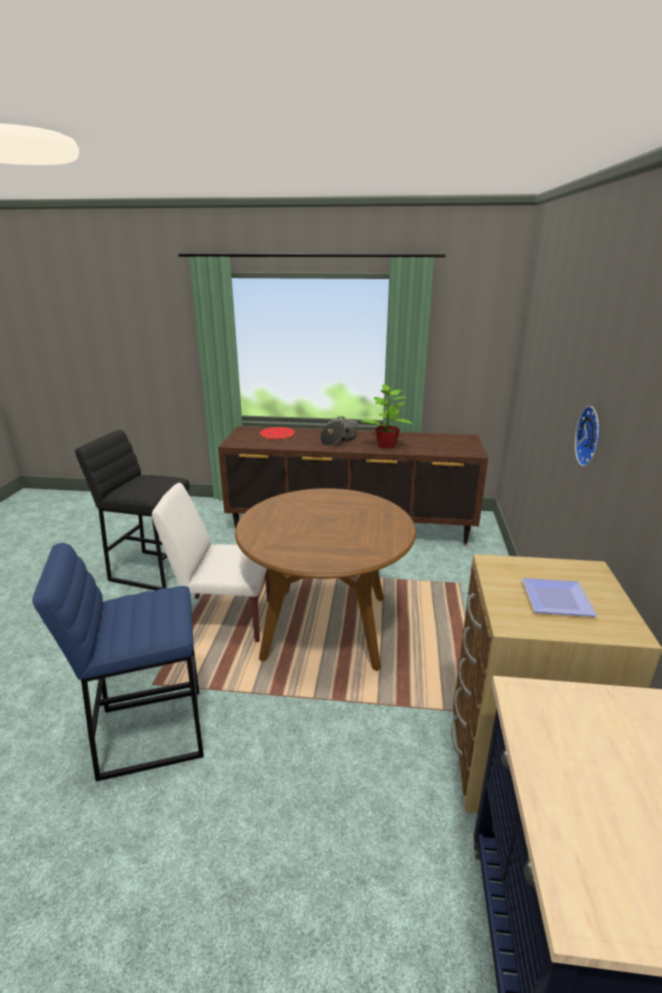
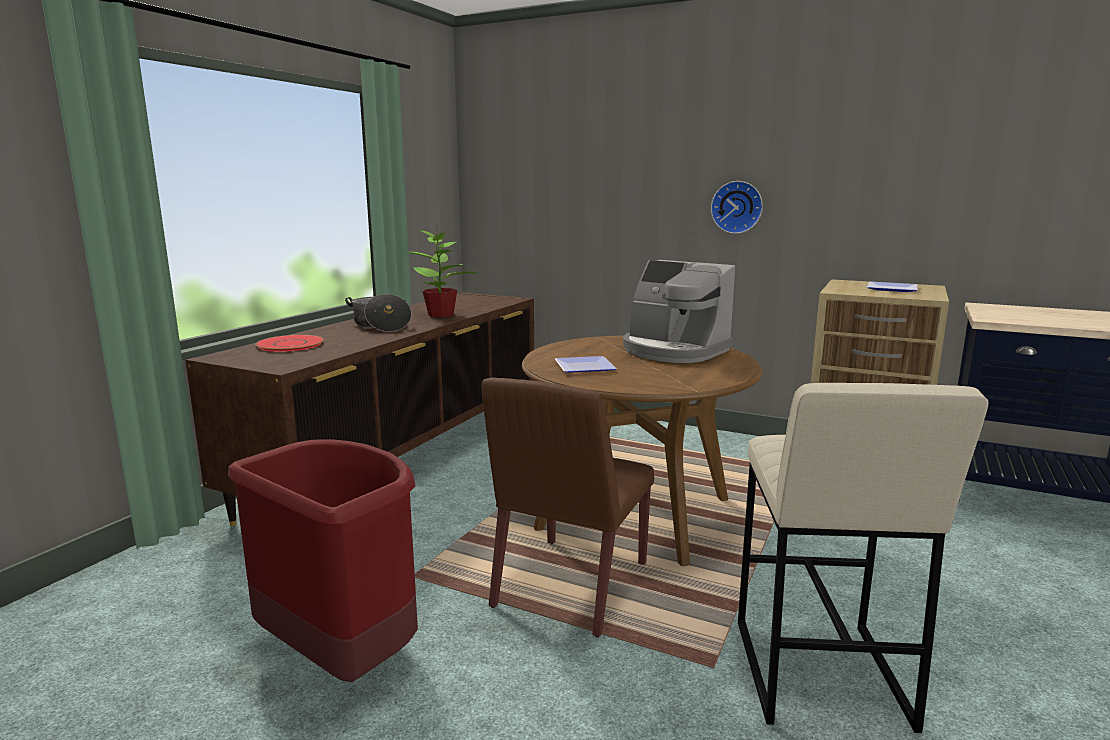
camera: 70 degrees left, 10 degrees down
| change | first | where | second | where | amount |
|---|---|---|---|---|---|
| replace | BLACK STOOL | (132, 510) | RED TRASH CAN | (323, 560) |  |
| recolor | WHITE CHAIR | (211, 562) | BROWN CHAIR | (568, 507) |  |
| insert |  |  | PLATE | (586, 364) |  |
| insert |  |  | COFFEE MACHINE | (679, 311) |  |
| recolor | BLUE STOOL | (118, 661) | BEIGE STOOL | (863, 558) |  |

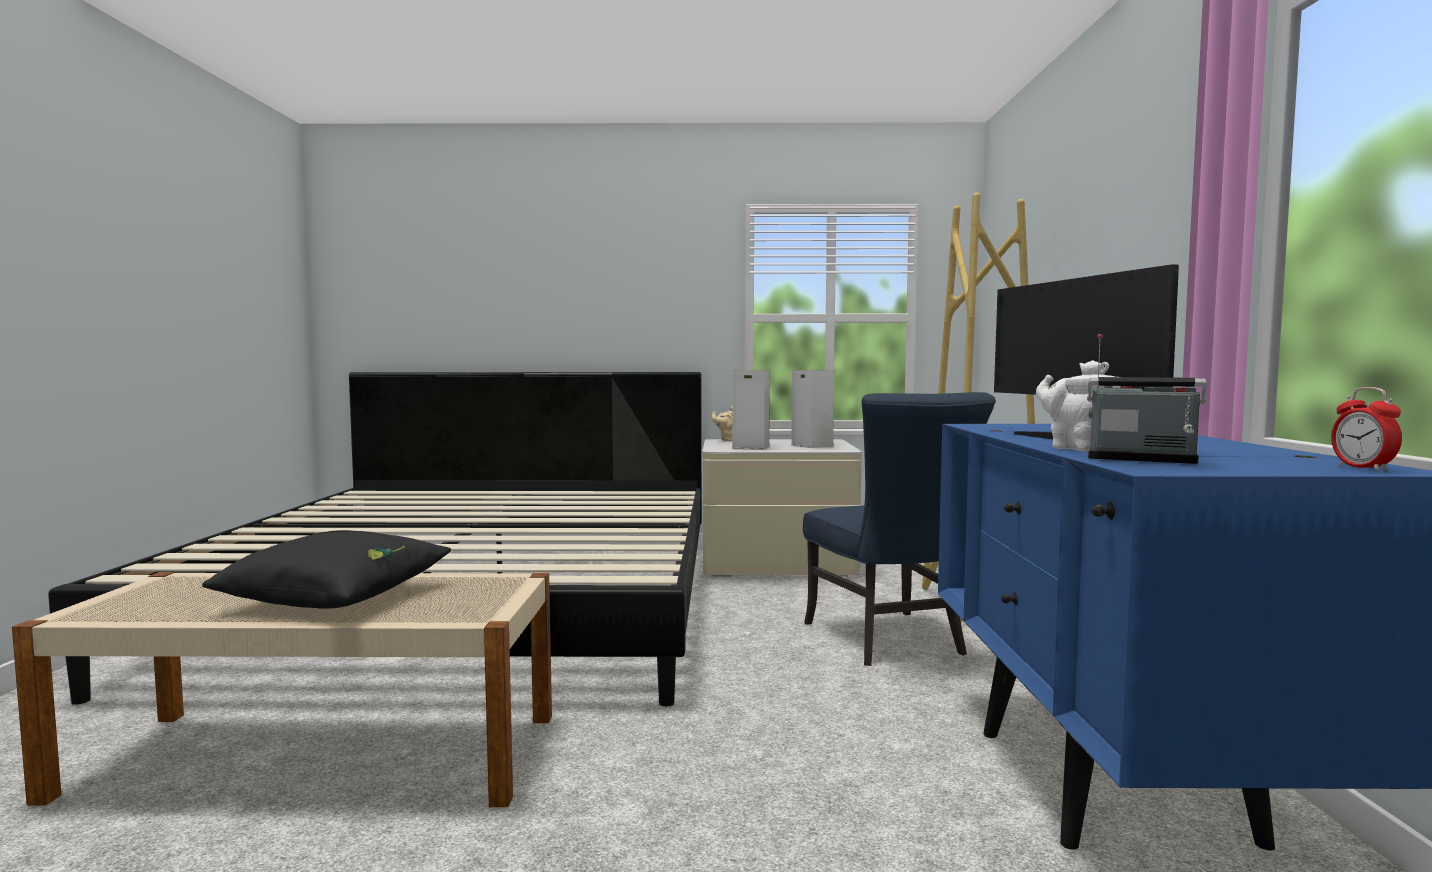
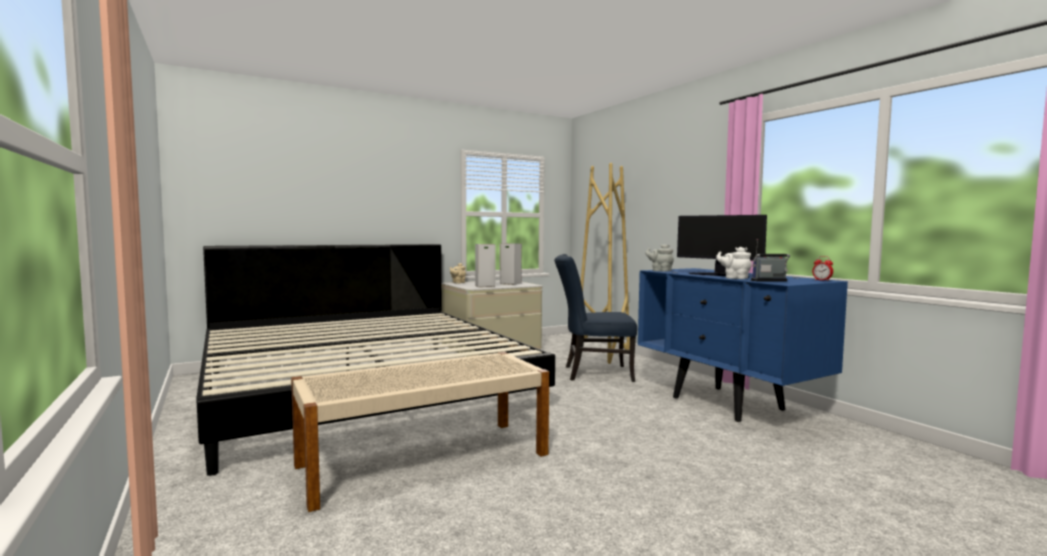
camera: 30 degrees left, 0 degrees up
| change | first | where | second | where | amount |
|---|---|---|---|---|---|
| rotate | BLUE CHAIR | (899, 529) |  | (595, 318) | 135 degrees clockwise |
| insert |  |  | GREY TEAPOT | (659, 258) |  |
| delete | BLACK PILLOW | (326, 569) |  |  |  |

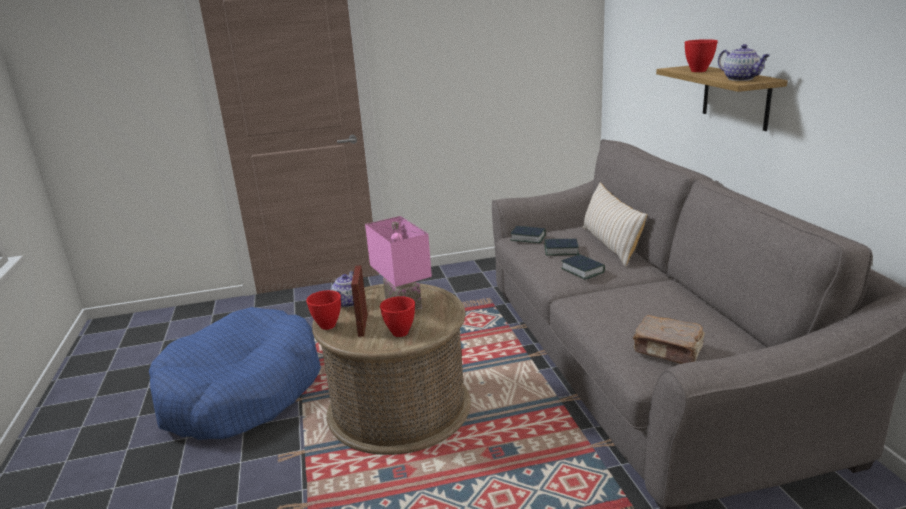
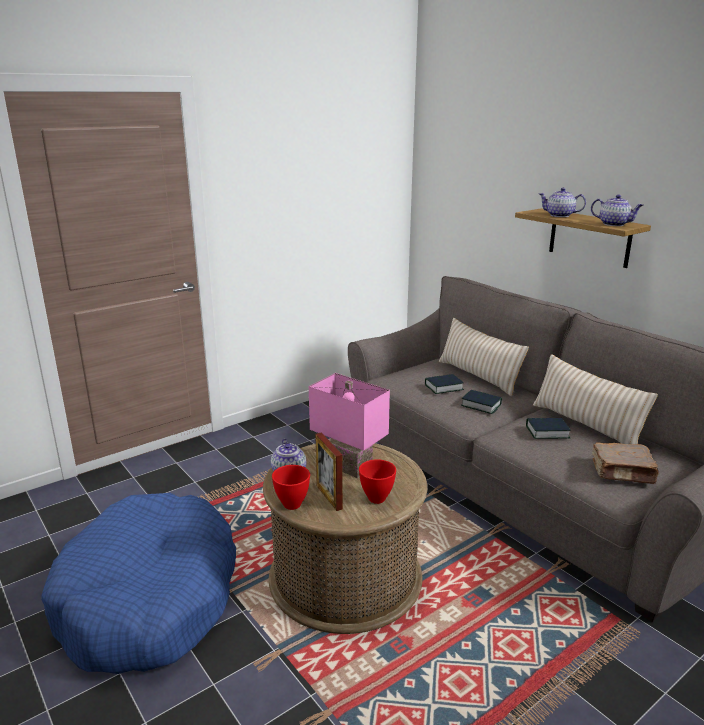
camera: 25 degrees left, 0 degrees up
| change | first | where | second | where | amount |
|---|---|---|---|---|---|
| move | BOOK | (528, 234) |  | (548, 428) |  |
| insert |  |  | BEIGE PILLOW | (595, 399) |  |
| replace | RED BOWL | (701, 55) | TEAPOT | (562, 202) |  |

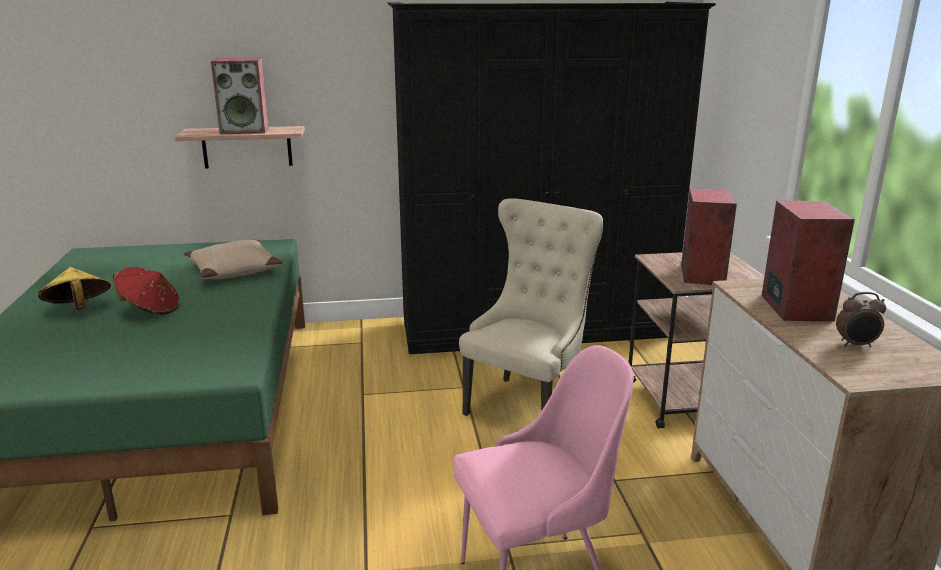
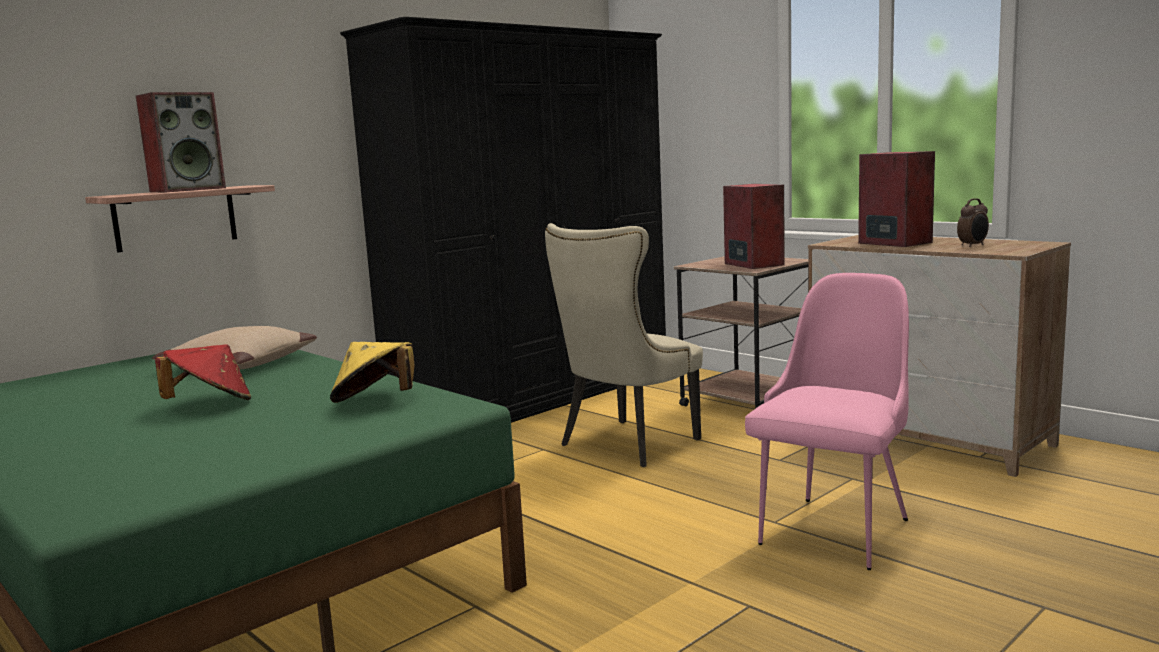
camera: 35 degrees left, 10 degrees down
| change | first | where | second | where | amount |
|---|---|---|---|---|---|
| move | YELLOW HAT | (74, 288) |  | (372, 372) |  |
| rotate | BEIGE CHAIR | (531, 307) |  | (624, 345) | 135 degrees counterclockwise |

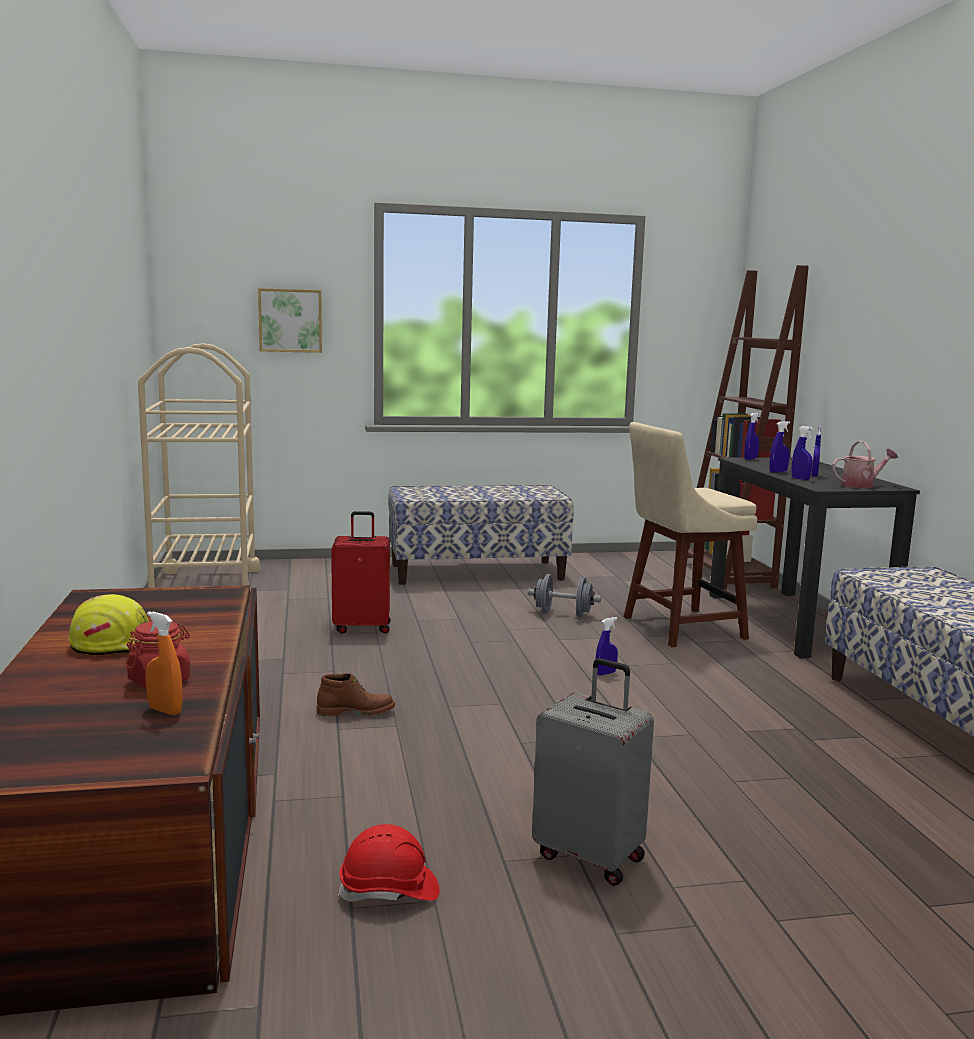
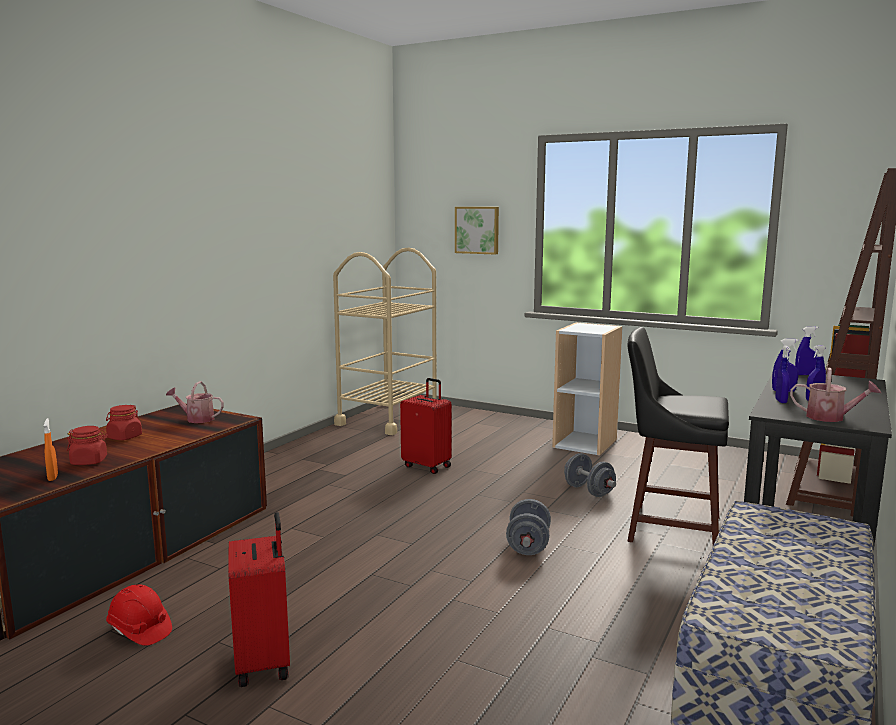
camera: 40 degrees right, 0 degrees up
| change | first | where | second | where | amount |
|---|---|---|---|---|---|
| replace | YELLOW HARD HAT | (108, 624) | RED JAR | (124, 422) |  |
| insert |  |  | WATERING CAN | (195, 402) |  |
| recolor | GREY SUITCASE | (593, 772) | RED SUITCASE | (259, 599) |  |
| replace | BLUE SPRAY BOTTLE | (606, 646) | GREY DUMBBELL | (528, 527) |  |
| replace | BENCH | (481, 535) | BOOKCASE | (587, 389) |  |
| recolor | BEIGE CHAIR | (690, 534) | BLACK CHAIR | (678, 436) |  |
| delete | BROWN BOOT | (356, 694) |  |  |  |

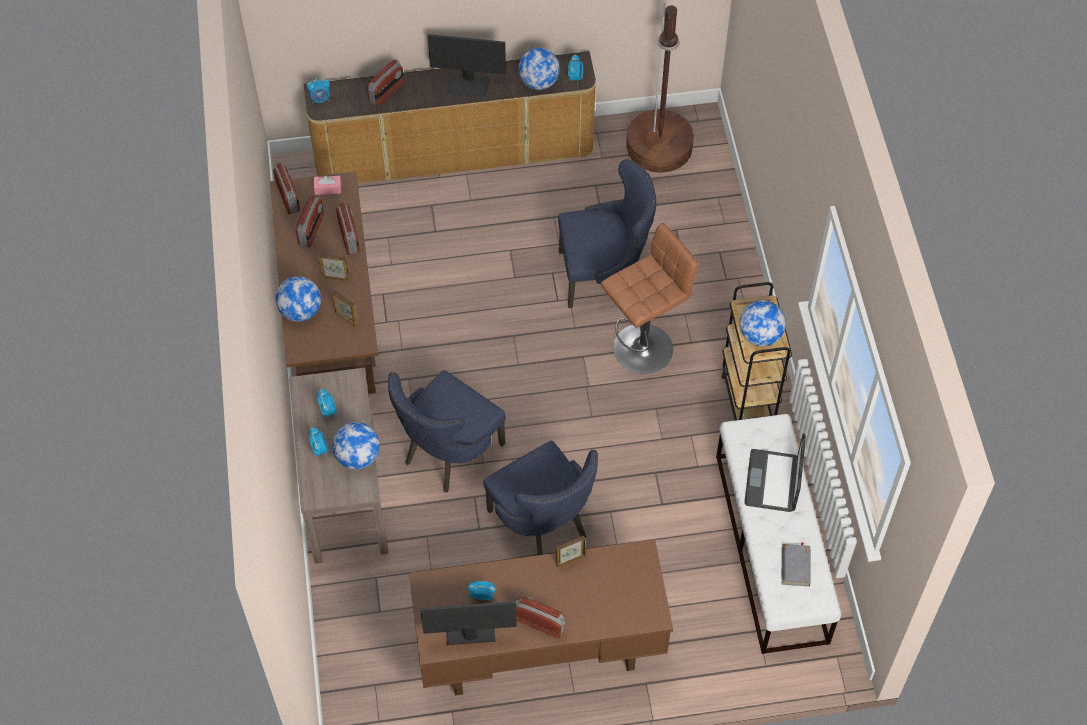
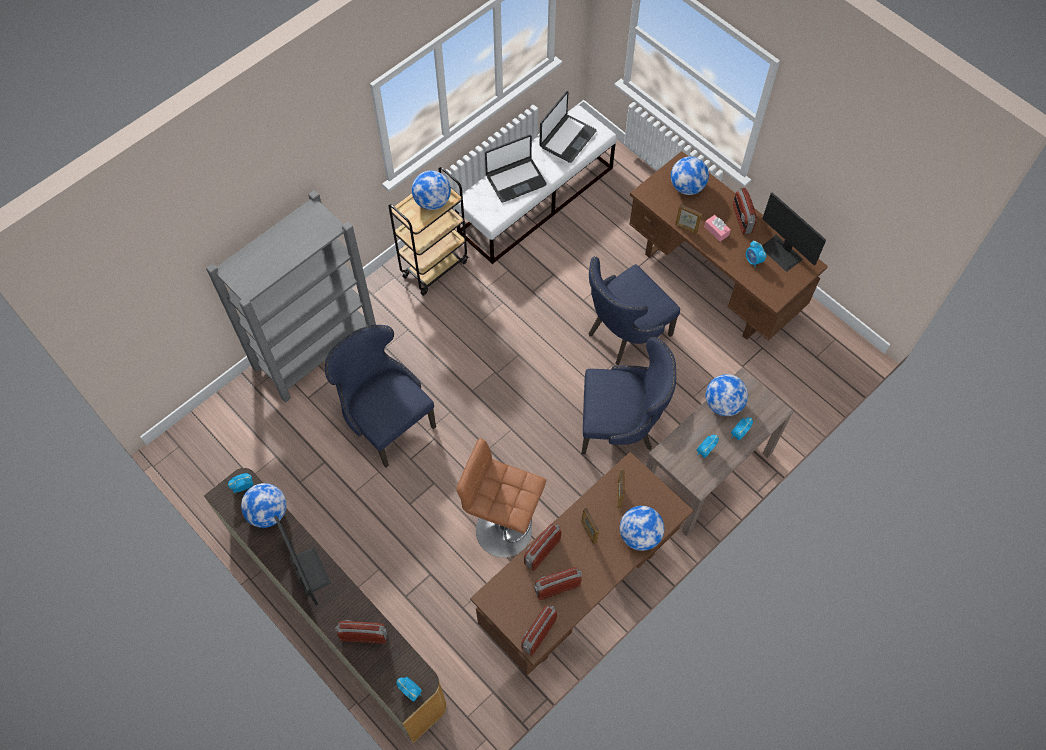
camera: 125 degrees left, 5 degrees up
| change | first | where | second | where | amount |
|---|---|---|---|---|---|
| insert |  |  | GREY BOOKCASE | (291, 296) |  |
| move | BROWN STOOL | (650, 298) |  | (501, 497) |  |
| replace | GREY BOOK | (795, 564) | LAPTOP | (568, 127) |  |
| rotate | BLUE CHAIR | (540, 498) |  | (634, 310) | 150 degrees counterclockwise |
| insert |  |  | GLOBE | (690, 175) |  |
| move | PINK TISSUE BOX | (327, 185) |  | (717, 228) |  |
| delete | BROWN FLOOR LAMP | (660, 88) |  |  |  |

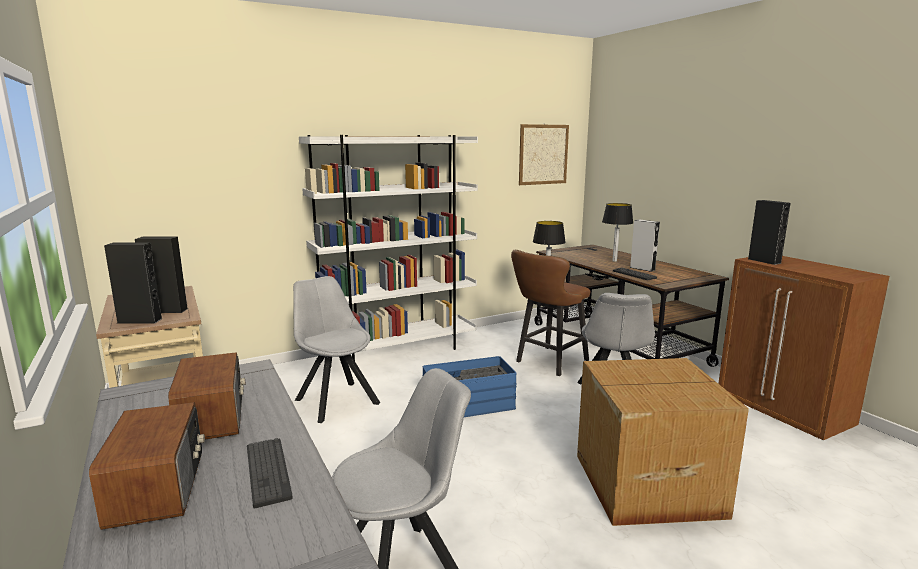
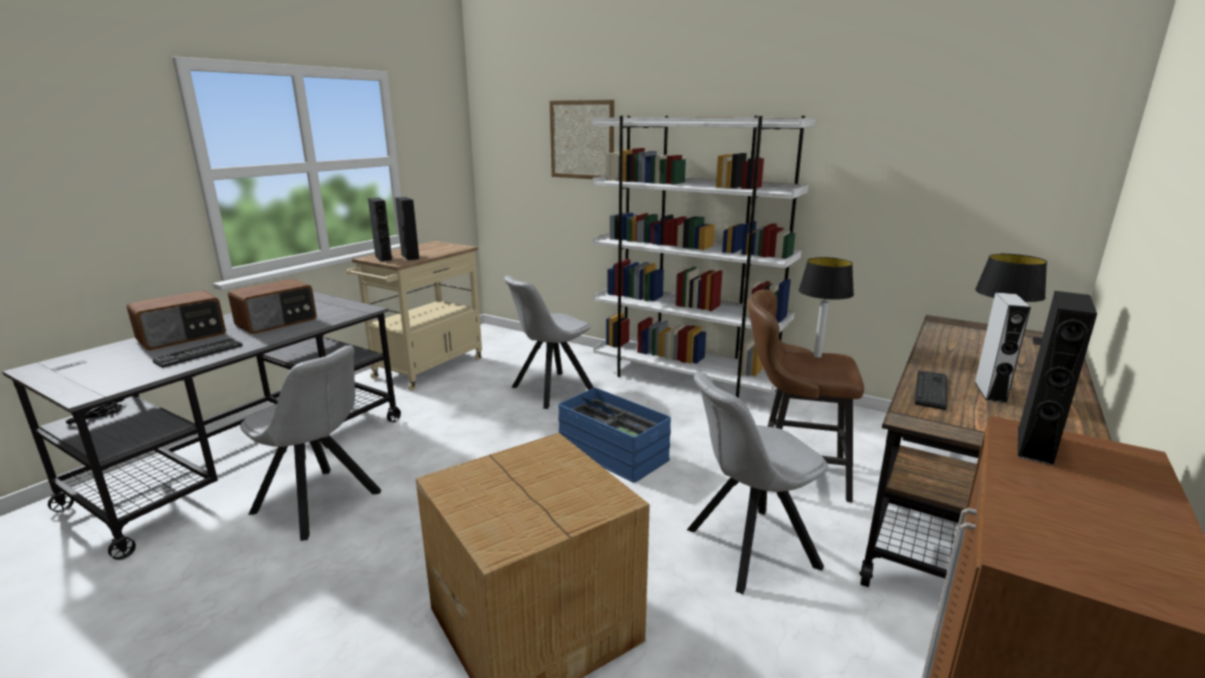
camera: 60 degrees right, 5 degrees up
| change | first | where | second | where | amount |
|---|---|---|---|---|---|
| rotate | GREY CHAIR | (336, 349) |  | (549, 342) | 150 degrees counterclockwise |
| move | PICTURE | (544, 154) |  | (582, 138) |  |

